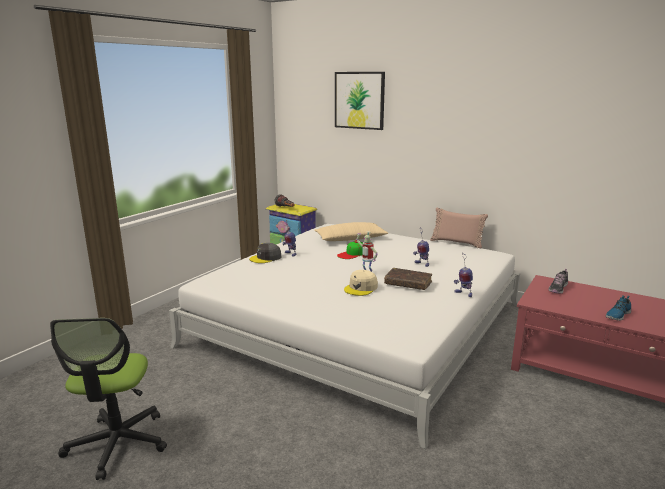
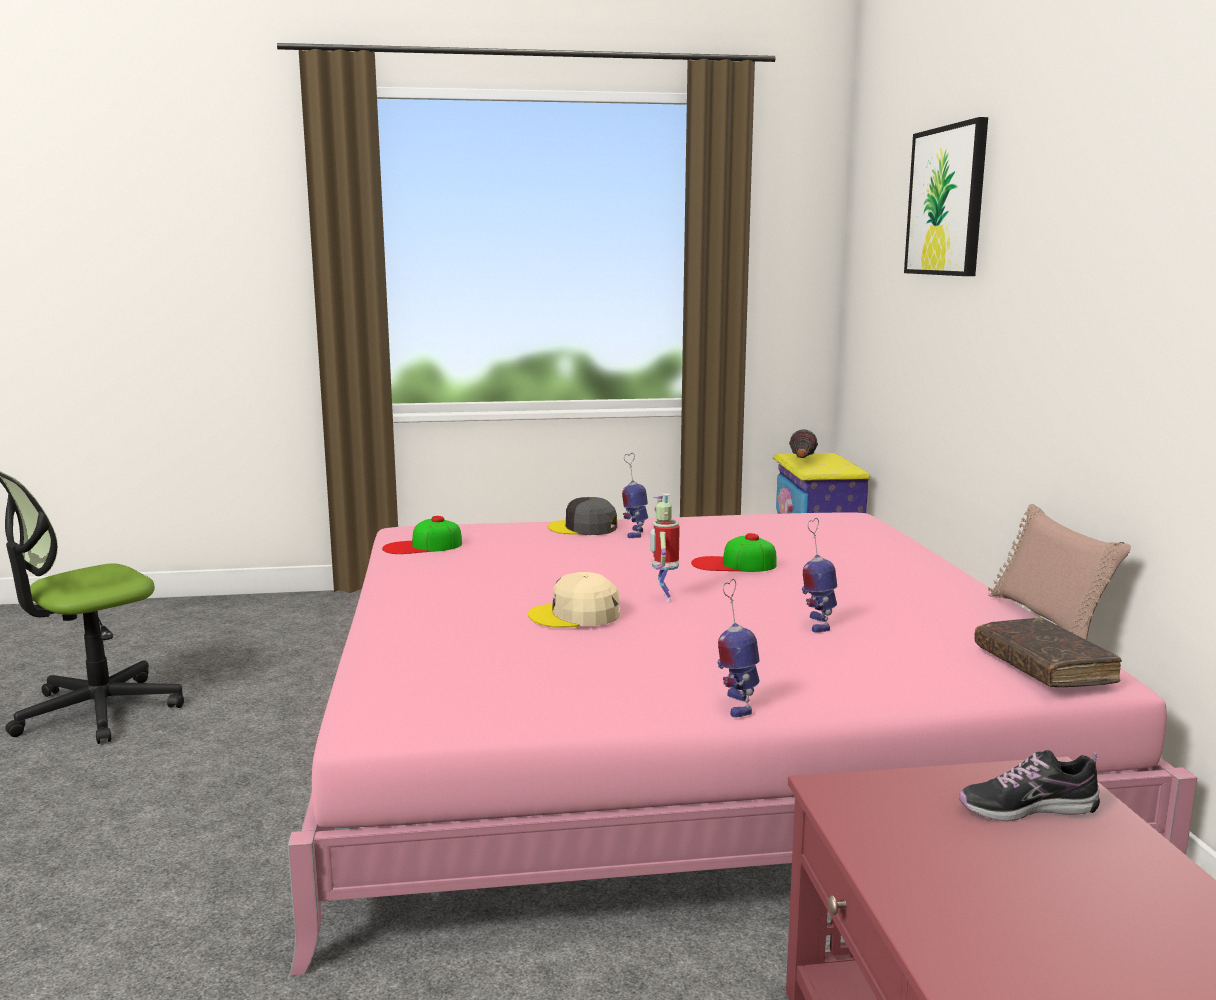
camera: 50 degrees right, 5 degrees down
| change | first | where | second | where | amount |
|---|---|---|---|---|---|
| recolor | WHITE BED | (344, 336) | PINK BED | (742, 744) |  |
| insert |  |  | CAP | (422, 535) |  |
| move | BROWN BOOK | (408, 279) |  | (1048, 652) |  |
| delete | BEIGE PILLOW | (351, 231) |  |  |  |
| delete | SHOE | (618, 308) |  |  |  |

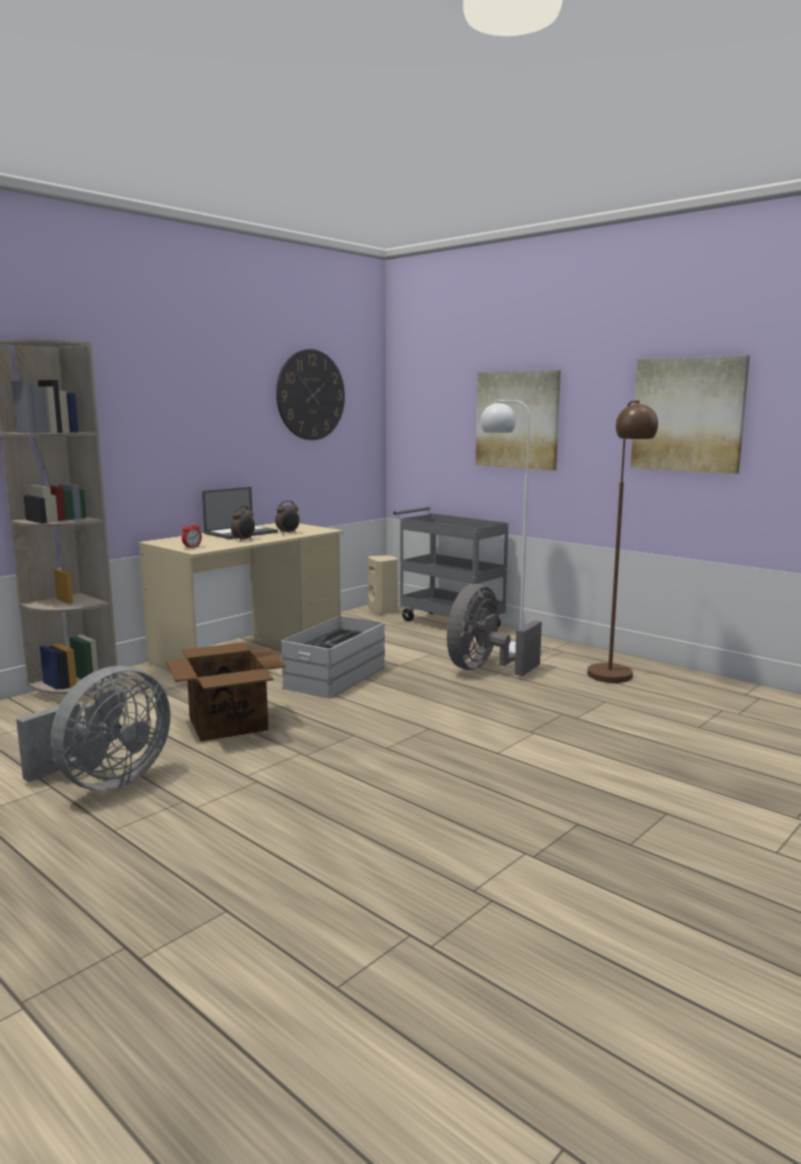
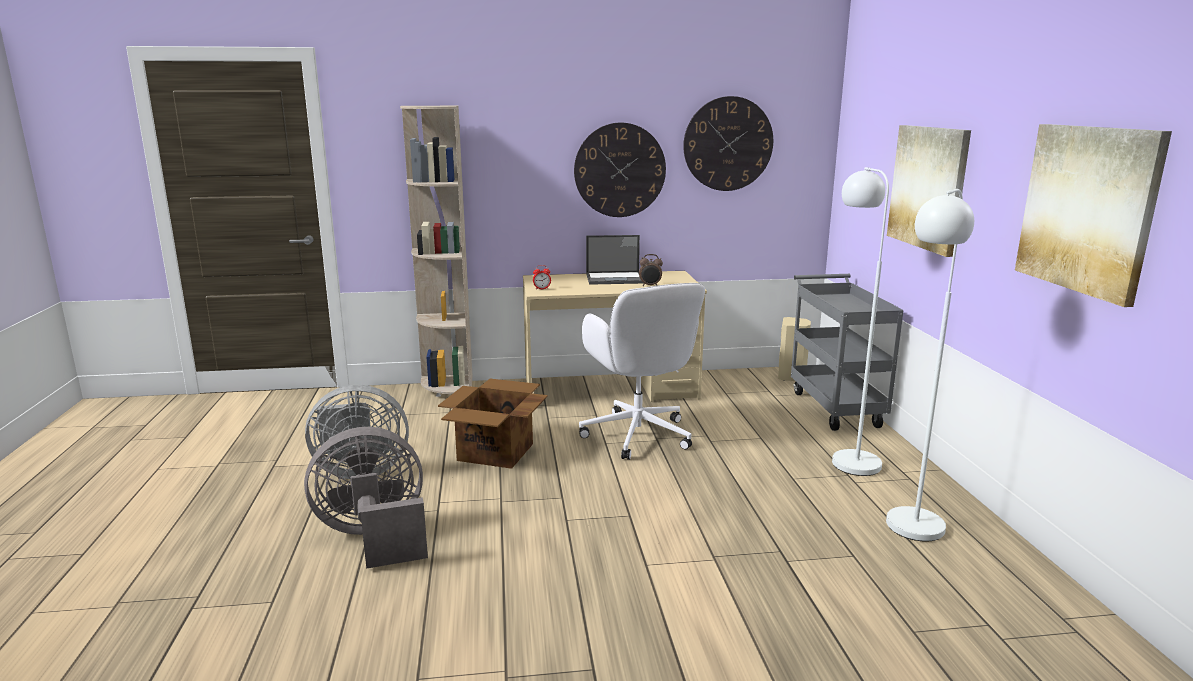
camera: 40 degrees right, 5 degrees up
| change | first | where | second | where | amount |
|---|---|---|---|---|---|
| move | GREY FAN | (494, 630) |  | (366, 498) |  |
| insert |  |  | WALL CLOCK | (620, 170) |  |
| replace | GREY STORAGE BOX | (333, 657) | WHITE OFFICE CHAIR | (642, 371) |  |
| recolor | BROWN FLOOR LAMP | (622, 541) | WHITE FLOOR LAMP | (930, 365) |  |
| delete | ALARM CLOCK | (243, 524) |  |  |  |

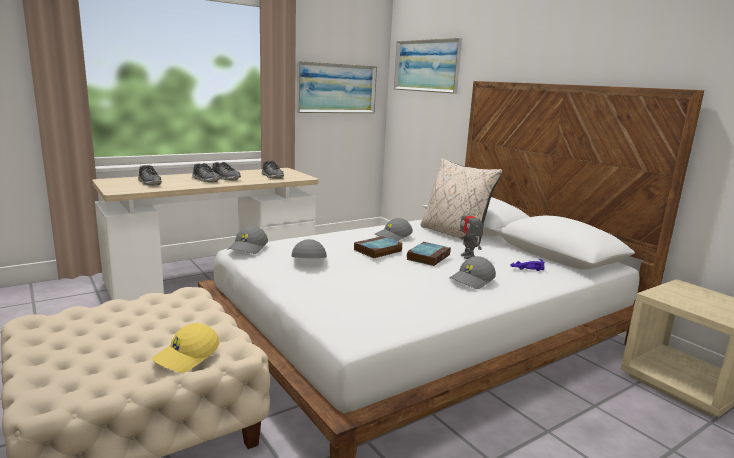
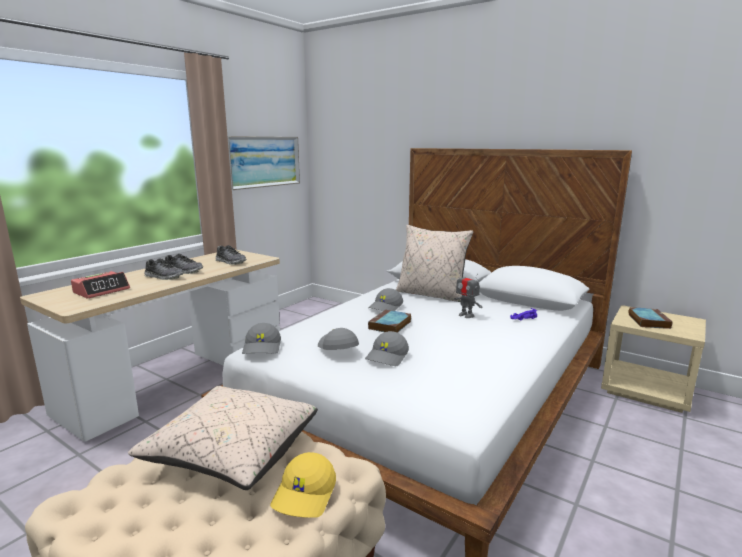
camera: 20 degrees left, 0 degrees up
| change | first | where | second | where | amount |
|---|---|---|---|---|---|
| replace | SHOE | (150, 175) | ALARM CLOCK | (100, 285) |  |
| insert |  |  | BEIGE PILLOW | (223, 438) |  |
| move | GREY CAP | (473, 272) |  | (387, 348) |  |
| move | BOOK | (428, 254) |  | (650, 318) |  |
| delete | PICTURE | (428, 66) |  |  |  |

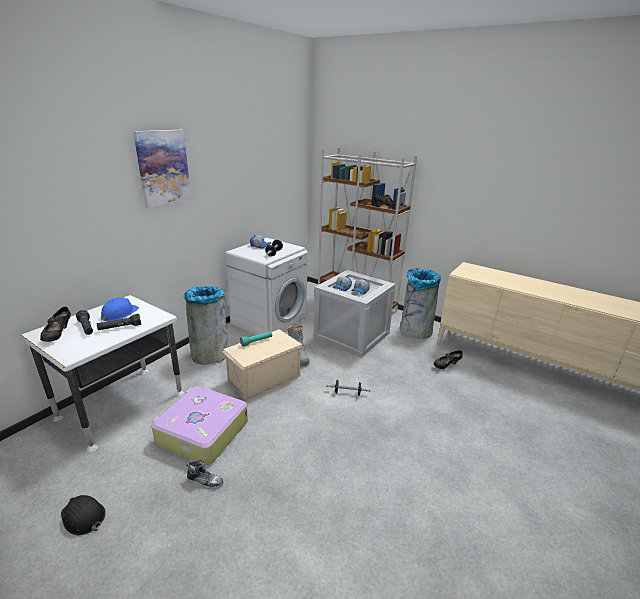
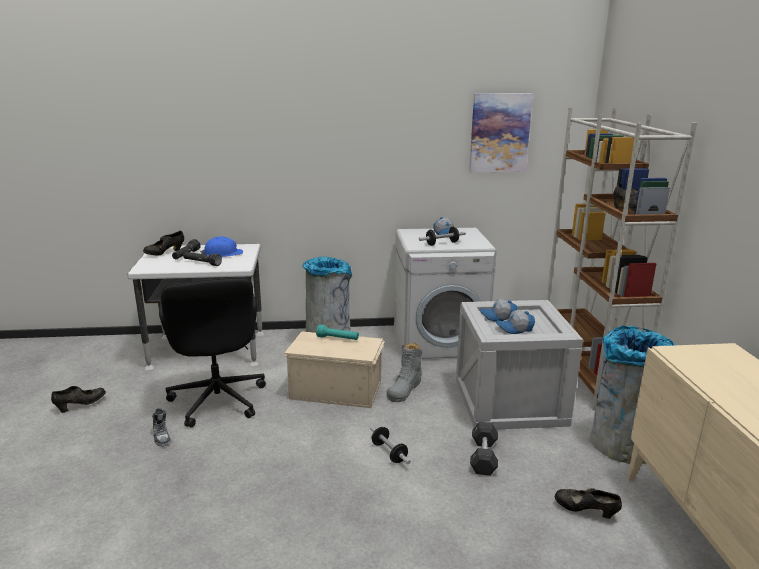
camera: 50 degrees right, 5 degrees down
| change | first | where | second | where | amount |
|---|---|---|---|---|---|
| replace | BLACK HARD HAT | (83, 515) | BLACK SHOE | (78, 399) |  |
| replace | SUITCASE | (199, 425) | BLACK OFFICE CHAIR | (212, 352) |  |
| move | PICTURE | (162, 169) |  | (501, 132) |  |
| insert |  |  | GREY DUMBBELL | (484, 449) |  |

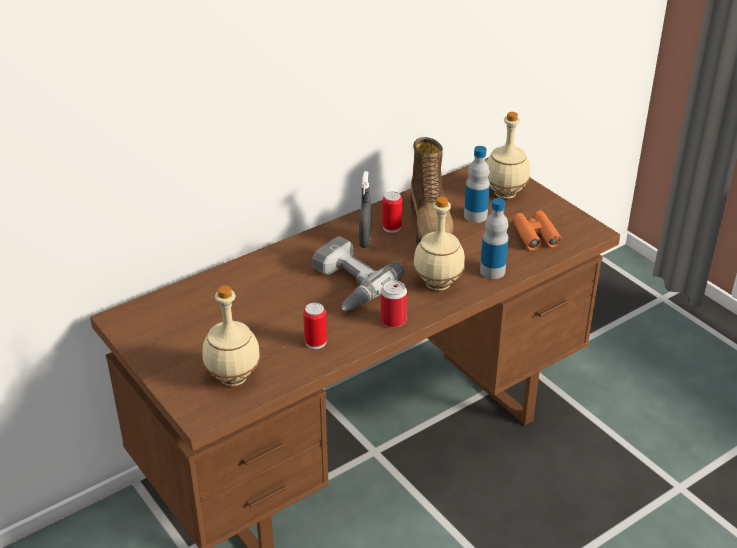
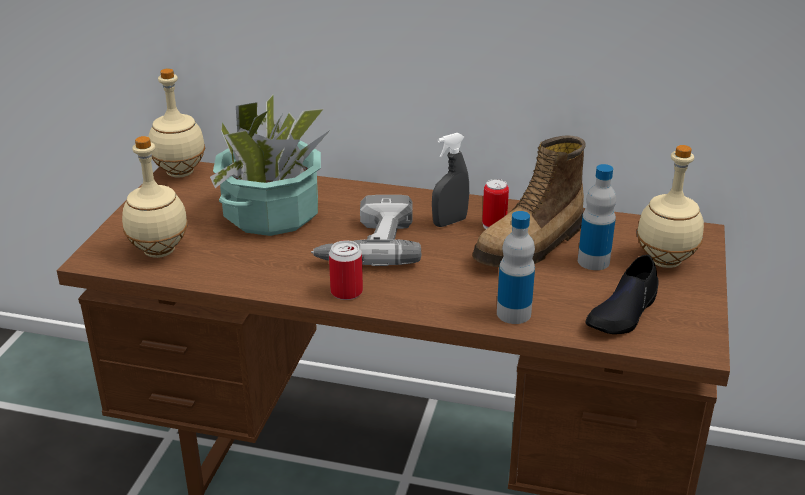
camera: 50 degrees right, 5 degrees down
| change | first | where | second | where | amount |
|---|---|---|---|---|---|
| move | BEIGE BOTTLE | (439, 243) |  | (177, 122) |  |
| insert |  |  | POTTED PLANT | (270, 165) |  |
| replace | ORANGE BINOCULARS | (537, 230) | BLACK SHOE | (622, 294) |  |
| delete | CAN | (315, 326) |  |  |  |

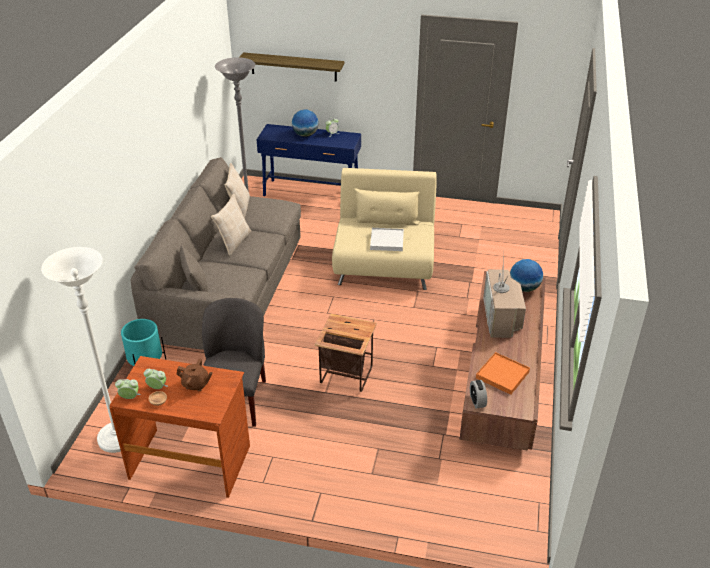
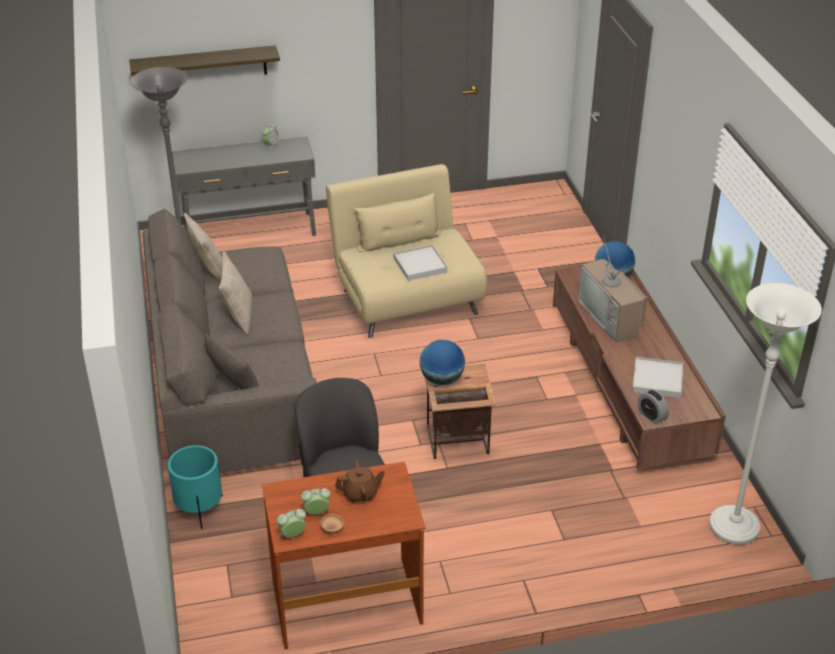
camera: 25 degrees left, 0 degrees up
| change | first | where | second | where | amount |
|---|---|---|---|---|---|
| recolor | BLUE CONSOLE TABLE | (309, 160) | GREY CONSOLE TABLE | (244, 186) |  |
| move | GLOBE | (305, 123) |  | (442, 362) |  |
| recolor | ORANGE TRAY | (503, 373) | WHITE TRAY | (657, 377) |  |
| move | WHITE FLOOR LAMP | (81, 350) |  | (765, 414) |  |

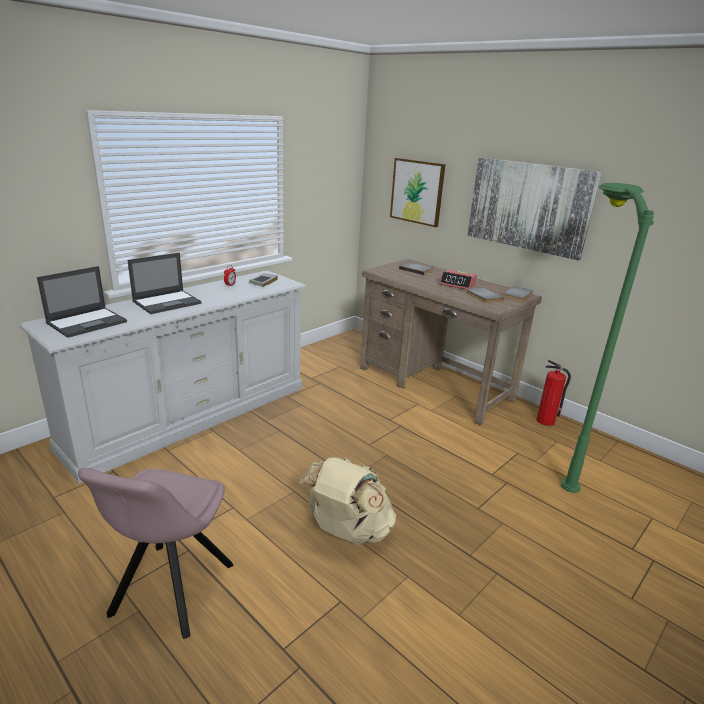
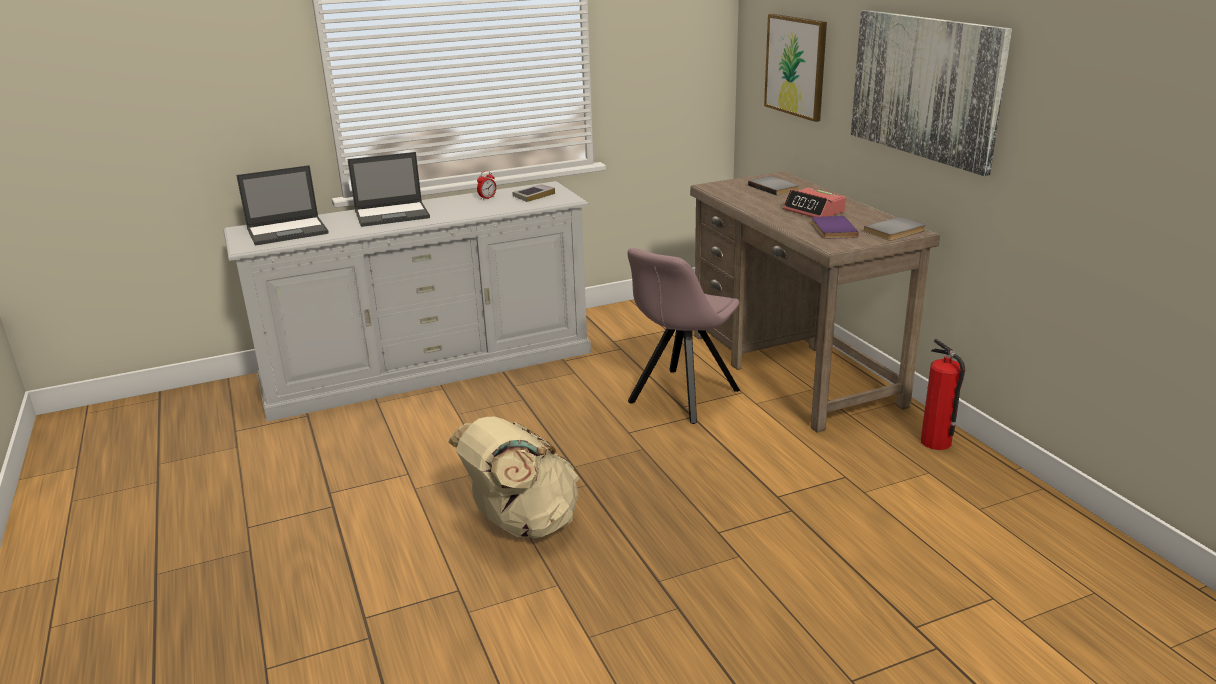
camera: 25 degrees right, 0 degrees up
| change | first | where | second | where | amount |
|---|---|---|---|---|---|
| move | PINK CHAIR | (156, 553) |  | (683, 336) |  |
| recolor | GREY BOOK | (485, 295) | PURPLE BOOK | (835, 227) |  |
| delete | GREEN FLOOR LAMP | (607, 338) |  |  |  |

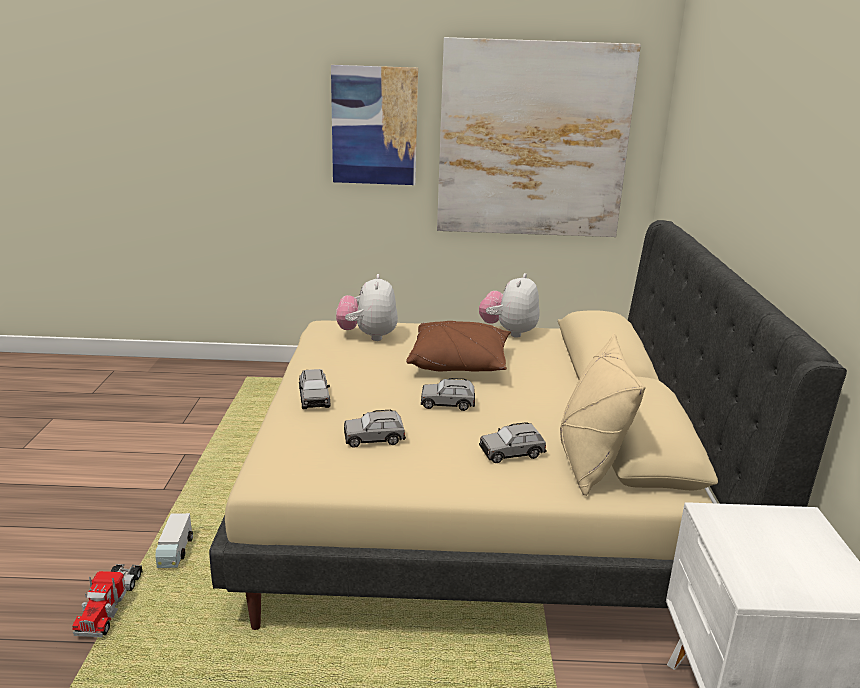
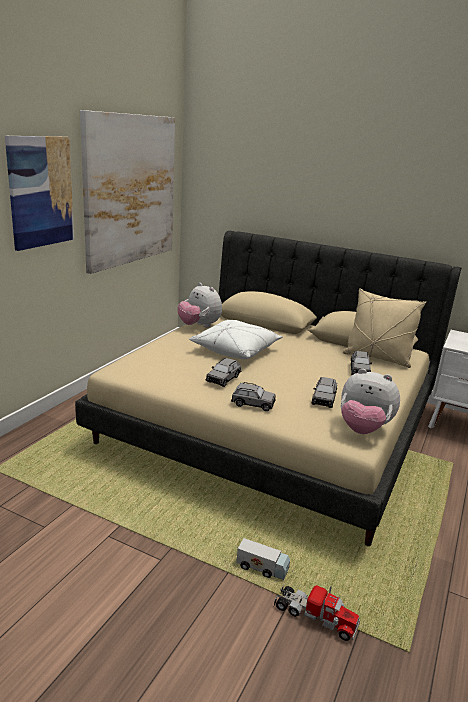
camera: 65 degrees left, 0 degrees up
| change | first | where | second | where | amount |
|---|---|---|---|---|---|
| recolor | BROWN PILLOW | (458, 346) | WHITE PILLOW | (236, 339) |  |
| move | GREY TOY CAR | (448, 394) |  | (223, 372) |  |
| move | PLUSH TOY | (367, 307) |  | (370, 401) |  |

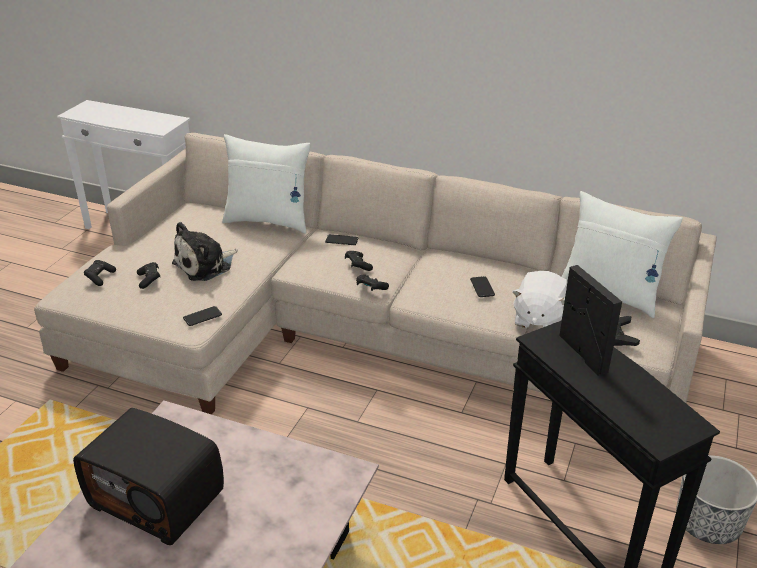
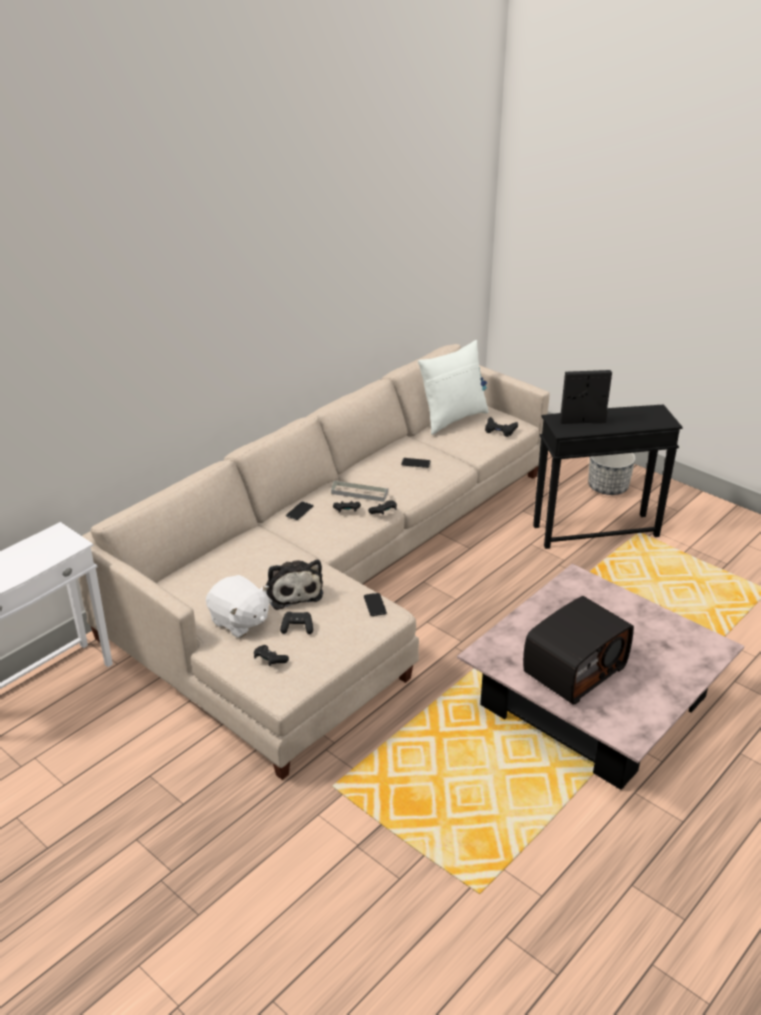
camera: 70 degrees left, 0 degrees up
| change | first | where | second | where | amount |
|---|---|---|---|---|---|
| move | WHITE PLUSH TOY | (539, 299) |  | (237, 606) |  |
| insert |  |  | GREY TRAY | (360, 491) |  |
| delete | WHITE PILLOW | (266, 184) |  |  |  |

